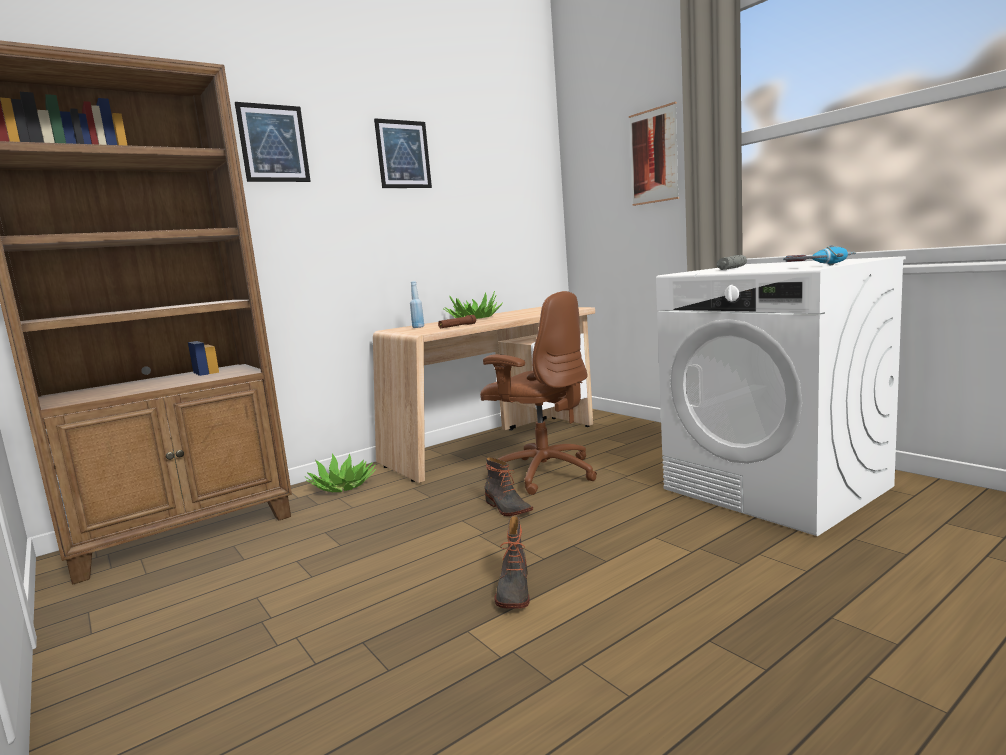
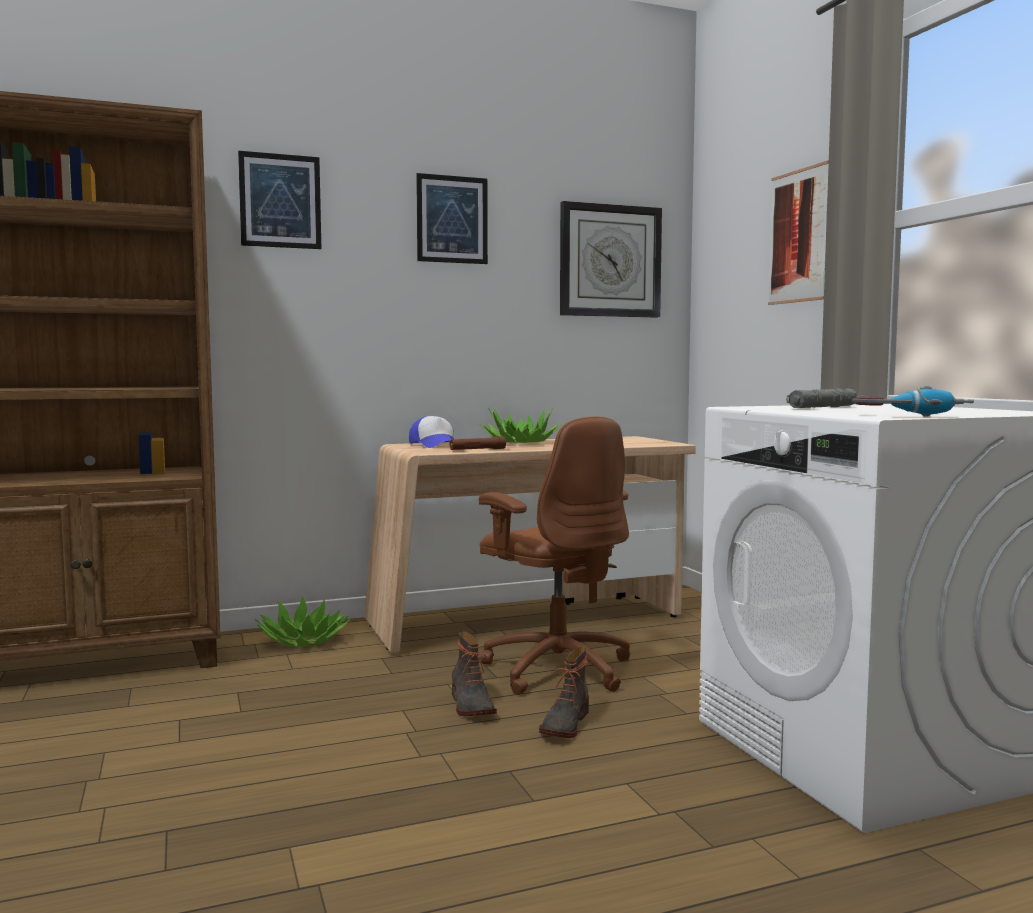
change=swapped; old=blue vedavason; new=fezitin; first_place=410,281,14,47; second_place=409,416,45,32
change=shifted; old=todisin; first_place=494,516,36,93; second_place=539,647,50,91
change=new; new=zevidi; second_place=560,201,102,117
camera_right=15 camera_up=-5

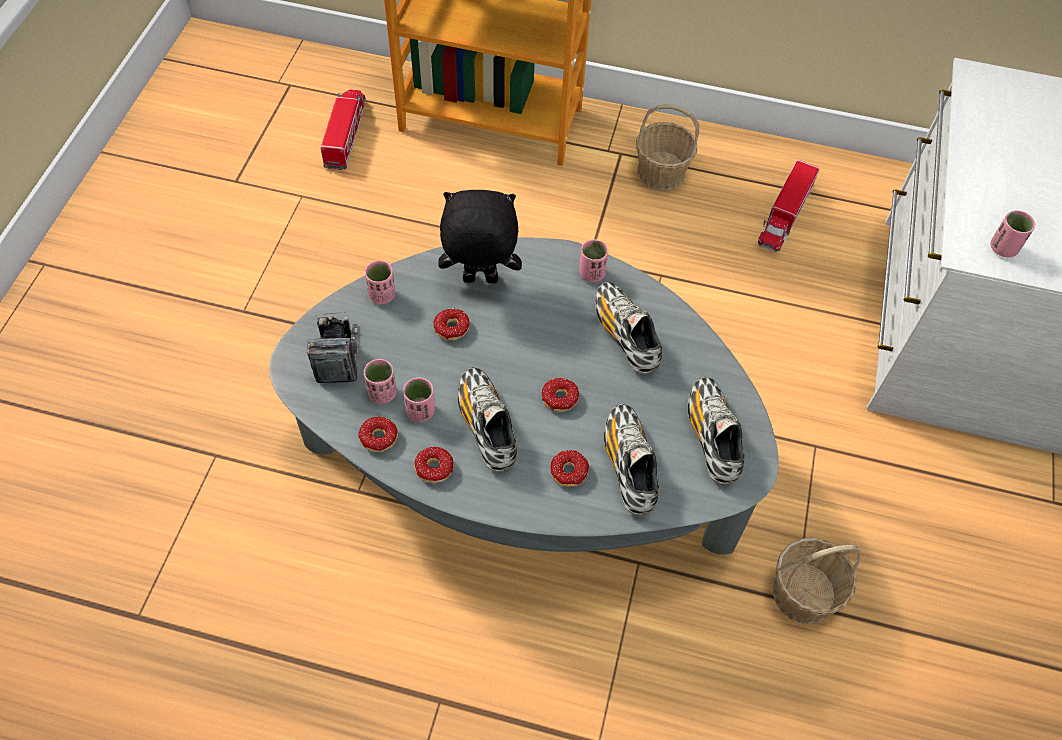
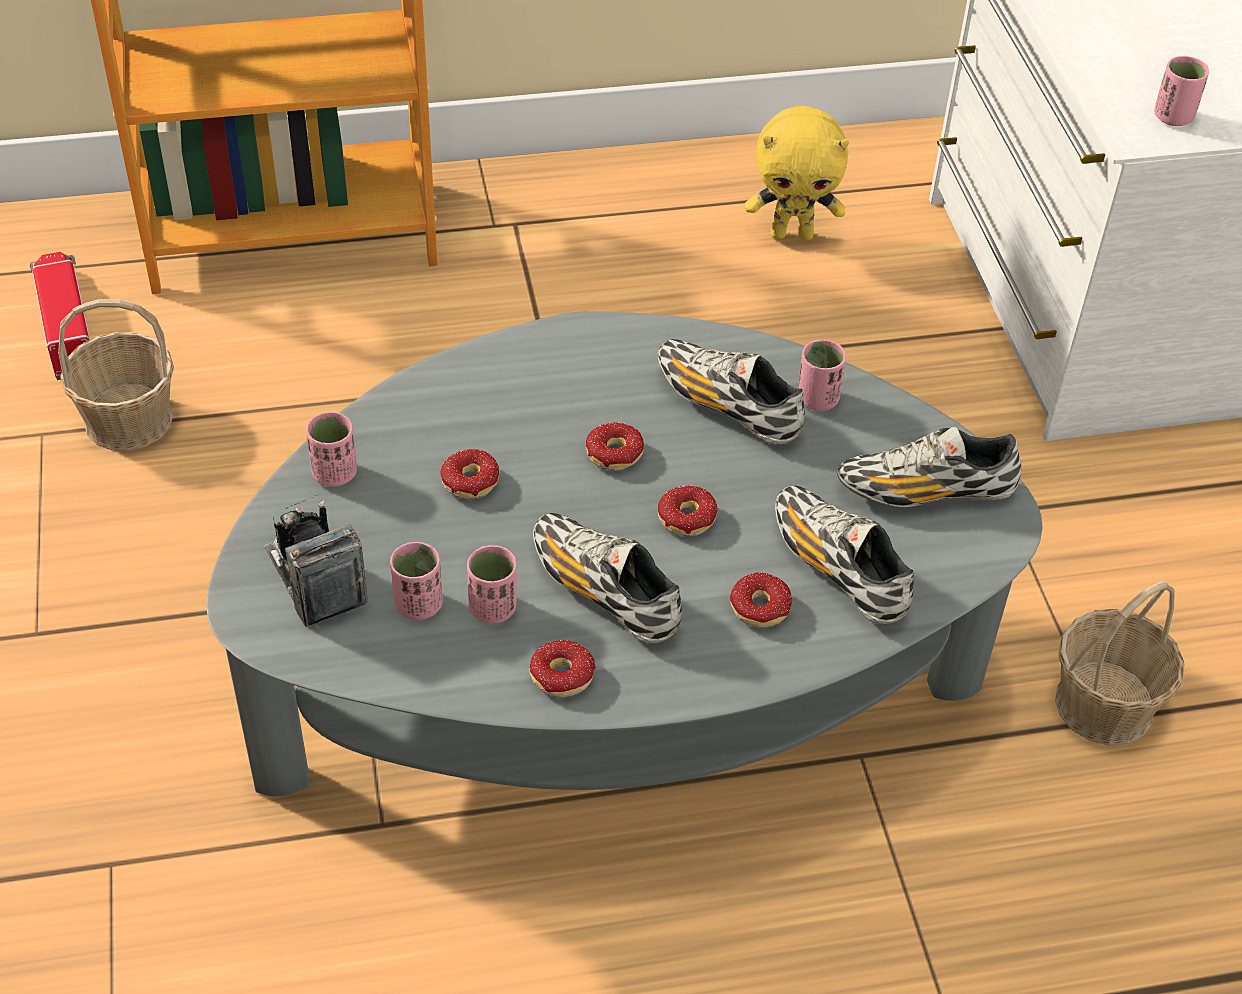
change=shifted; old=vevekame; first_place=358,417,40,35; second_place=586,422,77,49
change=gone; old=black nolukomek; first_place=438,190,84,93
change=shifted; old=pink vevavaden; first_place=579,239,29,43; second_place=798,340,48,71
change=shifted; old=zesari; first_place=636,104,63,87; second_place=58,299,116,152
change=rotated; old=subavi; first_place=687,377,58,107; second_place=837,427,185,80; degrees=-60
change=swapped; old=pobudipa; new=yellow nolukomek; first_place=758,160,61,92; second_place=745,106,104,134
camera_right=-25 camera_up=-10

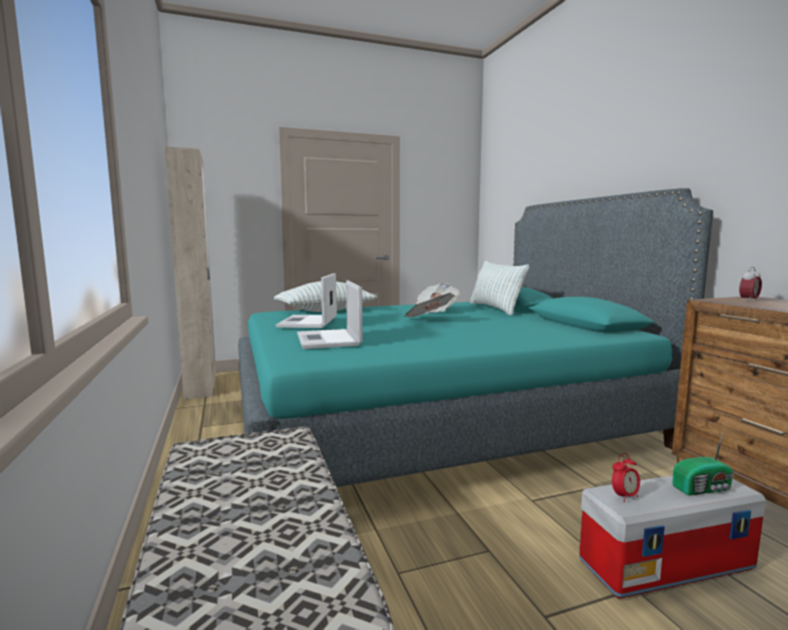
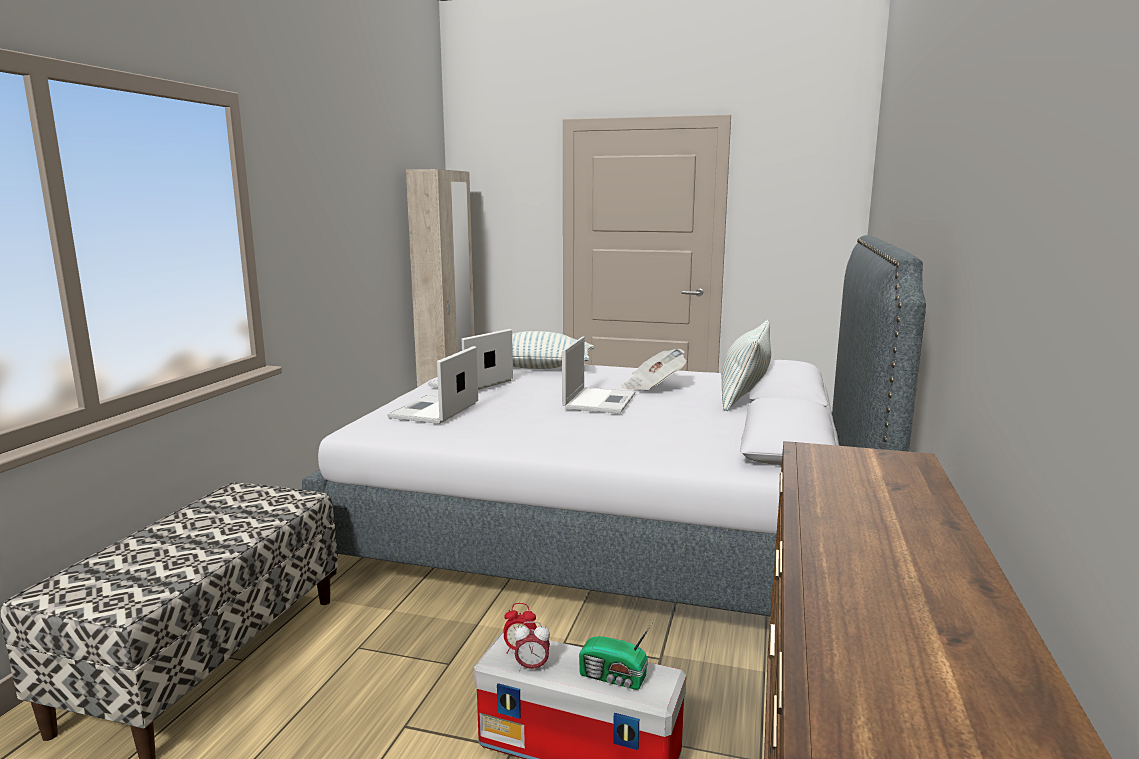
change=repainted; old=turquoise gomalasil; new=grey gomalasil; first_place=238,188,475,299; second_place=302,235,624,381
change=swapped; old=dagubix; new=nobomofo; first_place=403,293,52,24; second_place=562,337,73,77
change=shifted; old=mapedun; first_place=739,267,23,35; second_place=514,622,36,49
camera_right=35 camera_up=5

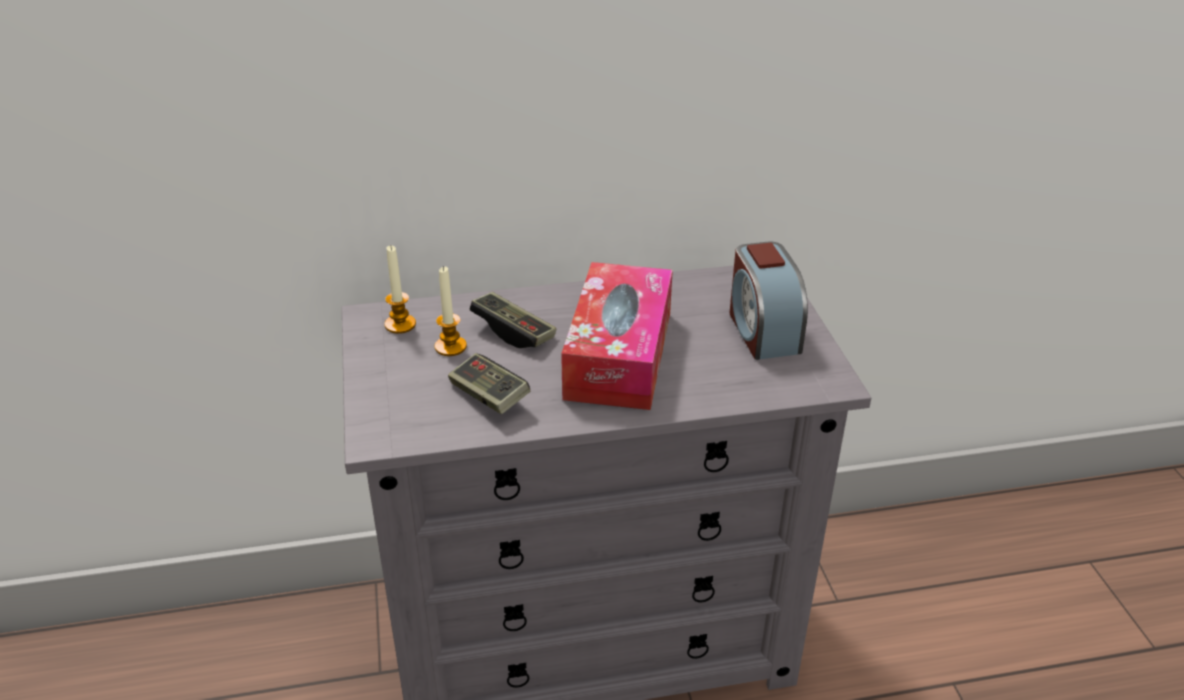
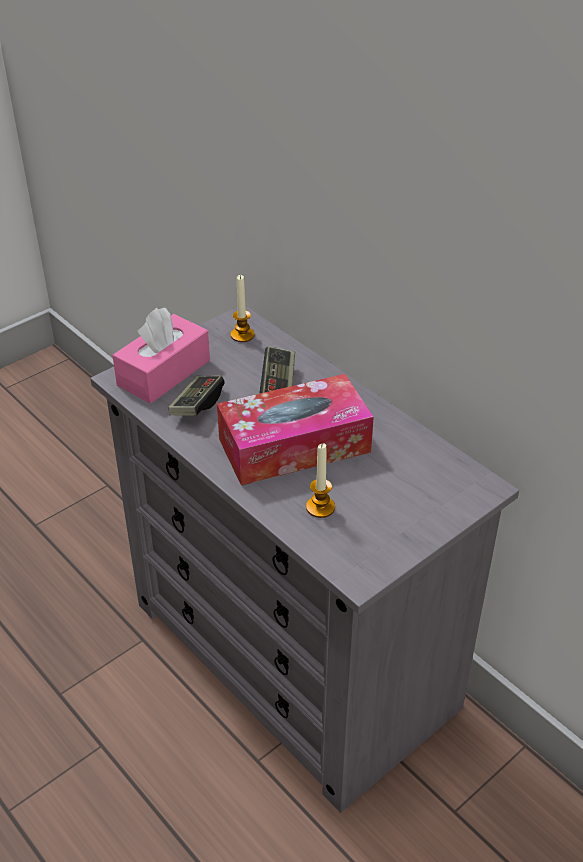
change=shifted; old=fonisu; first_place=435,266,32,90; second_place=306,443,29,75
change=gone; old=mapedun; first_place=730,242,78,118
change=new; new=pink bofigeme; second_place=112,308,98,96
camera_right=60 camera_up=5

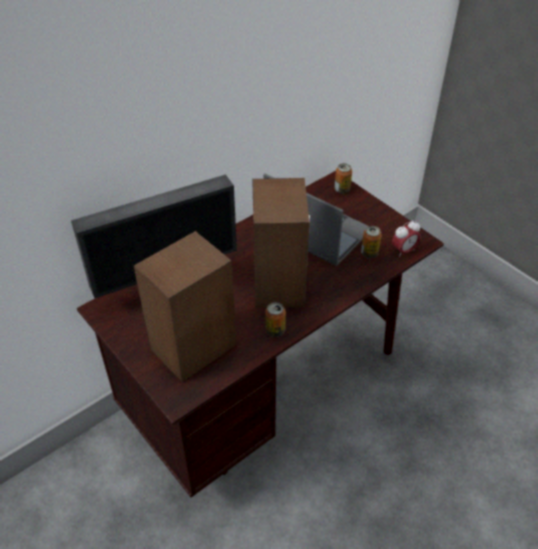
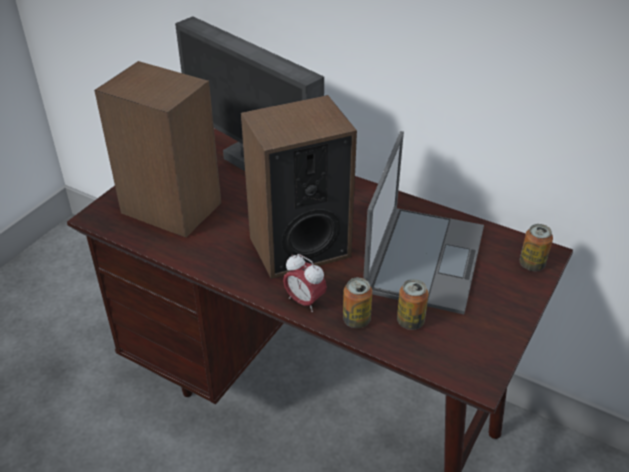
change=shifted; old=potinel; first_place=265,302,21,35; second_place=343,278,29,50
change=shifted; old=mapedun; first_place=392,220,28,37; second_place=283,254,44,58
camera_right=70 camera_up=-5

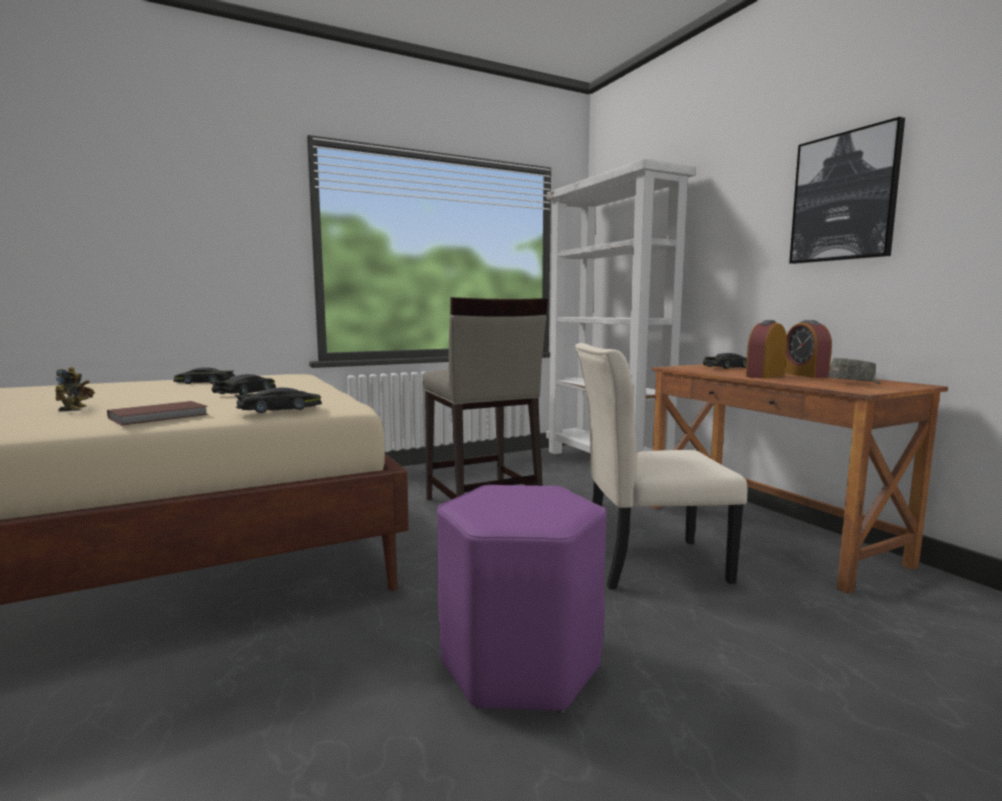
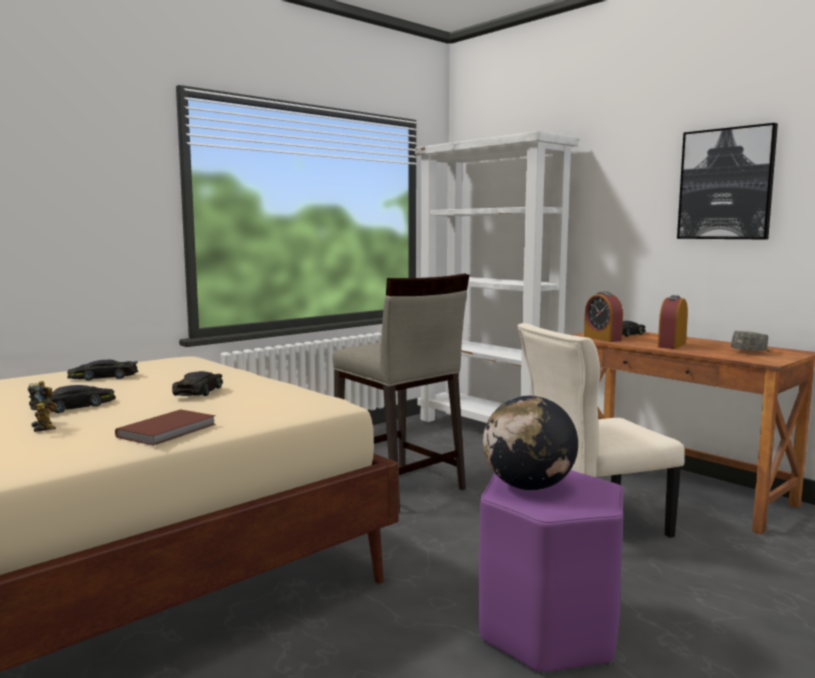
change=shifted; old=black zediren; first_place=235,388,87,25; second_place=29,385,87,28
change=shifted; old=mapedun; first_place=785,320,47,58; second_place=584,291,39,51
change=new; new=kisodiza; second_place=483,396,95,94
camera_right=-15 camera_up=0

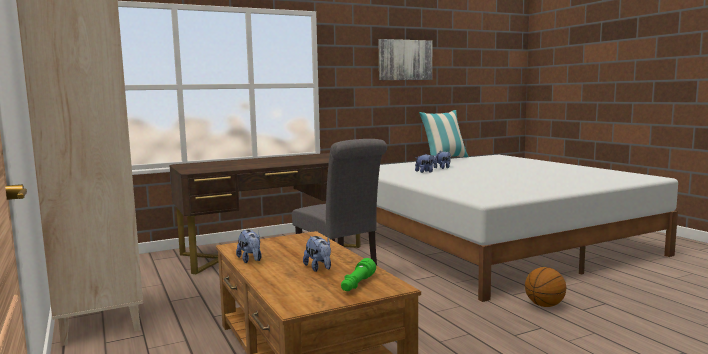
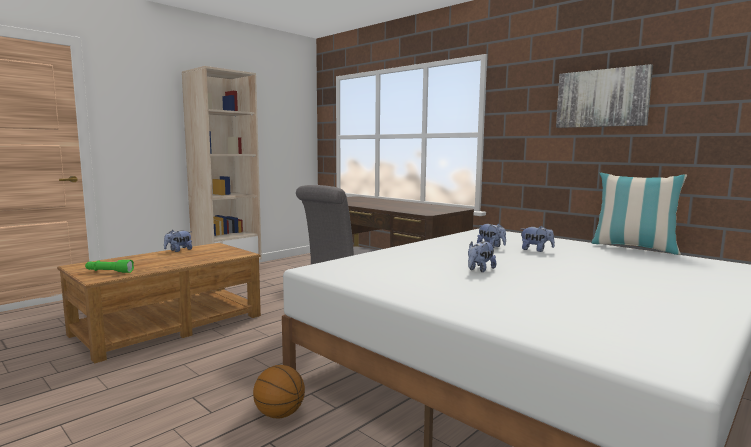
change=shifted; old=nolukomek; first_place=303,236,28,36; second_place=468,241,28,31
camera_right=70 camera_up=0

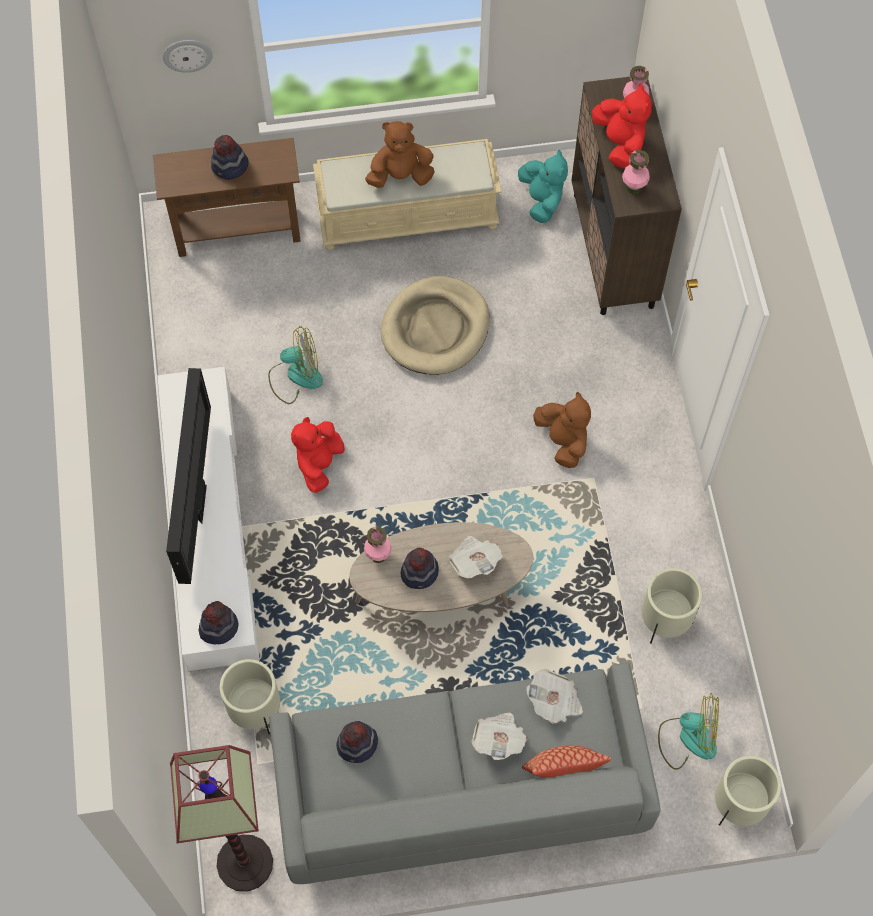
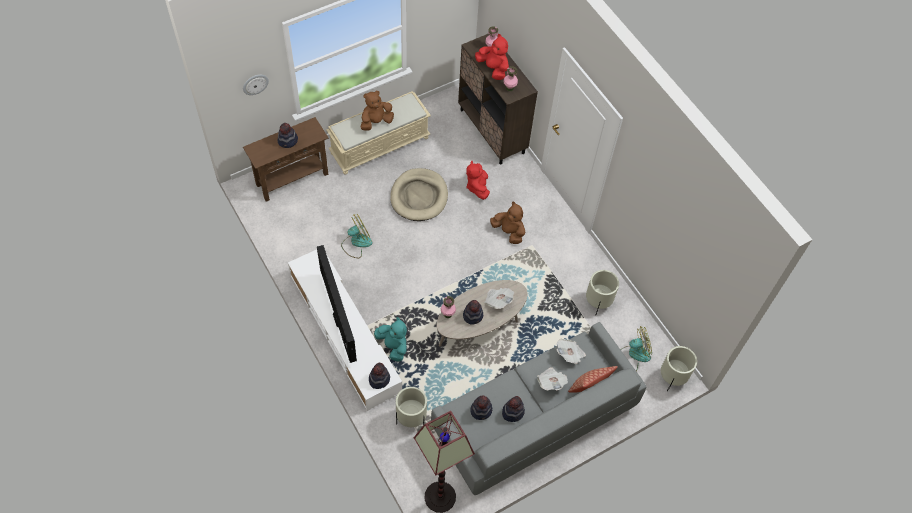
change=shifted; old=red nolukomek; first_place=291,417,54,76; second_place=466,161,24,39
change=shifted; old=turquoise nolukomek; first_place=518,150,50,73; second_place=374,317,33,44
change=new; new=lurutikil; second_place=502,396,23,26
camera_right=-25 camera_up=-5

